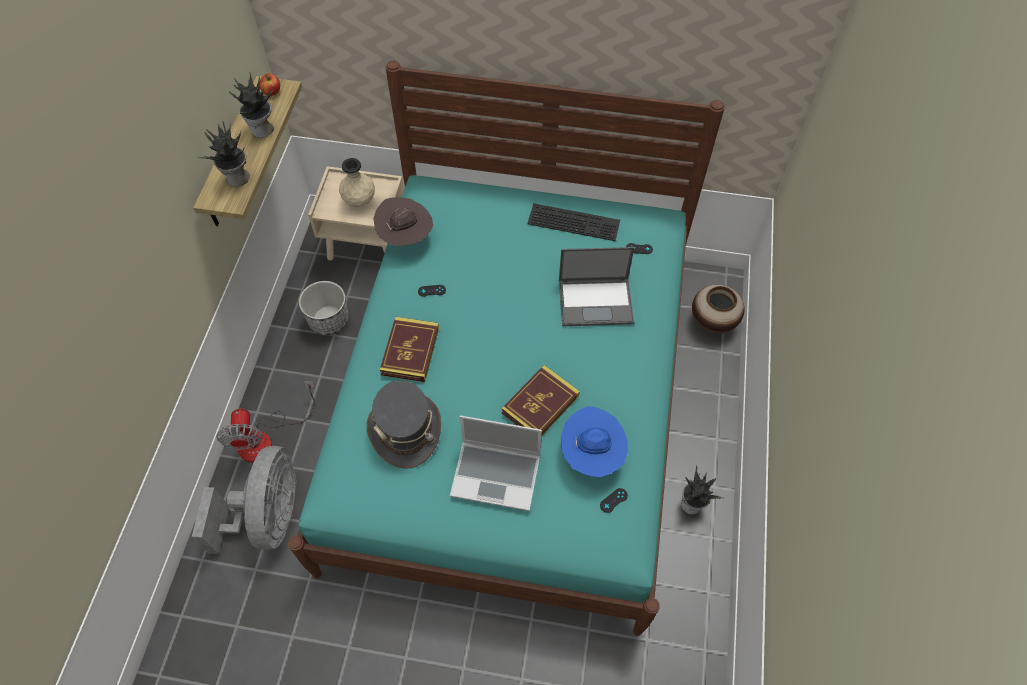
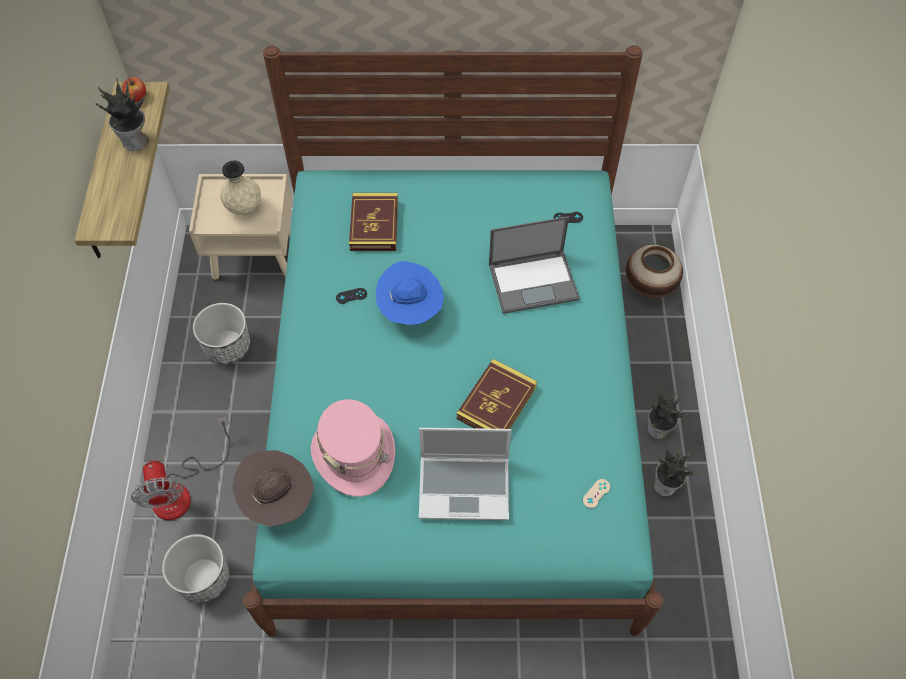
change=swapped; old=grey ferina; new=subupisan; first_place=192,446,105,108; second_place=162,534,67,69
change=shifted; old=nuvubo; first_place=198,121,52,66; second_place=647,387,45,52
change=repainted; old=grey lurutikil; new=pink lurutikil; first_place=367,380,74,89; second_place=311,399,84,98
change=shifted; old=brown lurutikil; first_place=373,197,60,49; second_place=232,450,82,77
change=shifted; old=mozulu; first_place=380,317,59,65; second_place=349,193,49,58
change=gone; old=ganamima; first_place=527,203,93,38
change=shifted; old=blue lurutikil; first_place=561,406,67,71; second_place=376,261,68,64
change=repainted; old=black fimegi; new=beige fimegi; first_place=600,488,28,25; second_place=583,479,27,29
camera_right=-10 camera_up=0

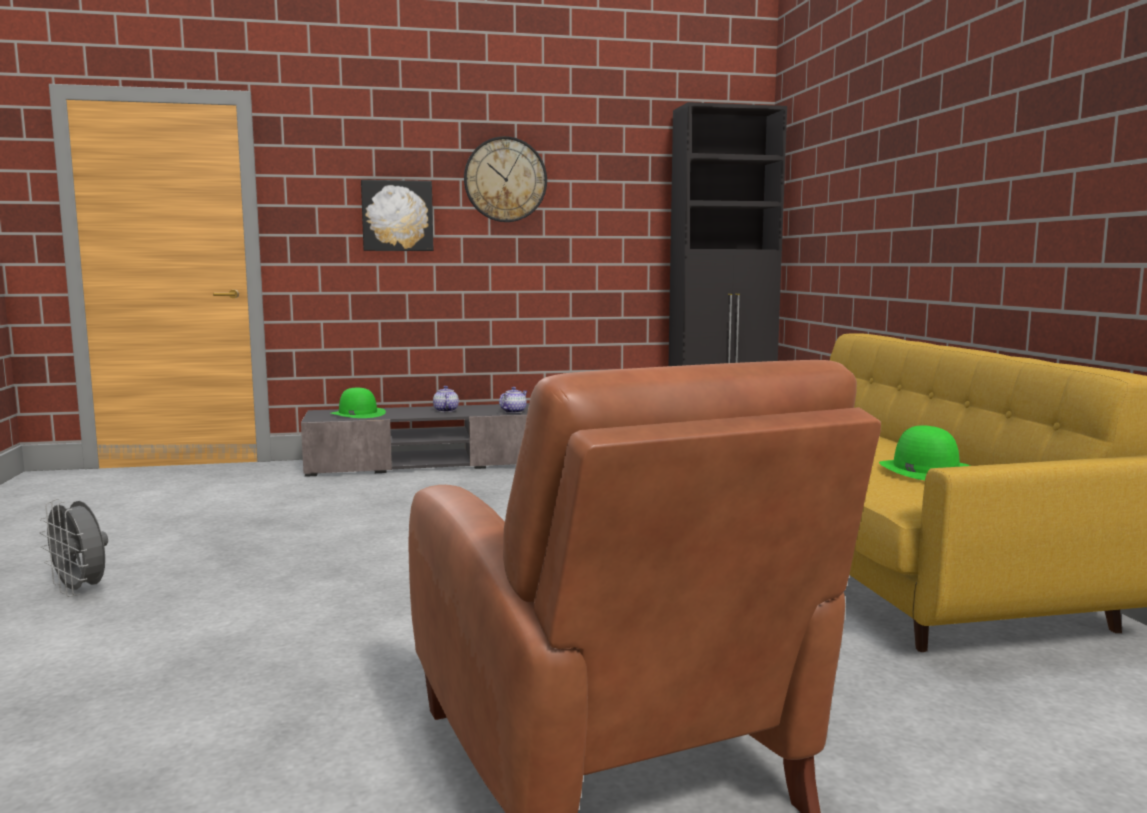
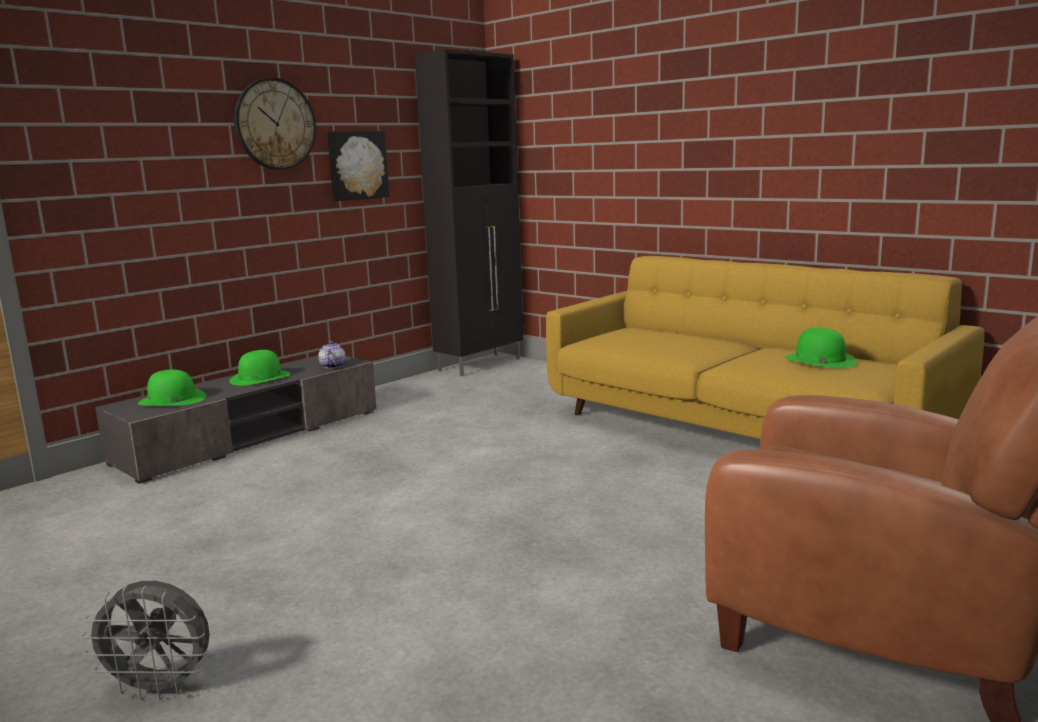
change=shifted; old=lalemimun; first_place=361,180,73,71; second_place=327,131,63,70
change=swapped; old=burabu; new=green lurutikil; first_place=433,386,26,26; second_place=229,350,62,36
camera_right=-35 camera_up=5

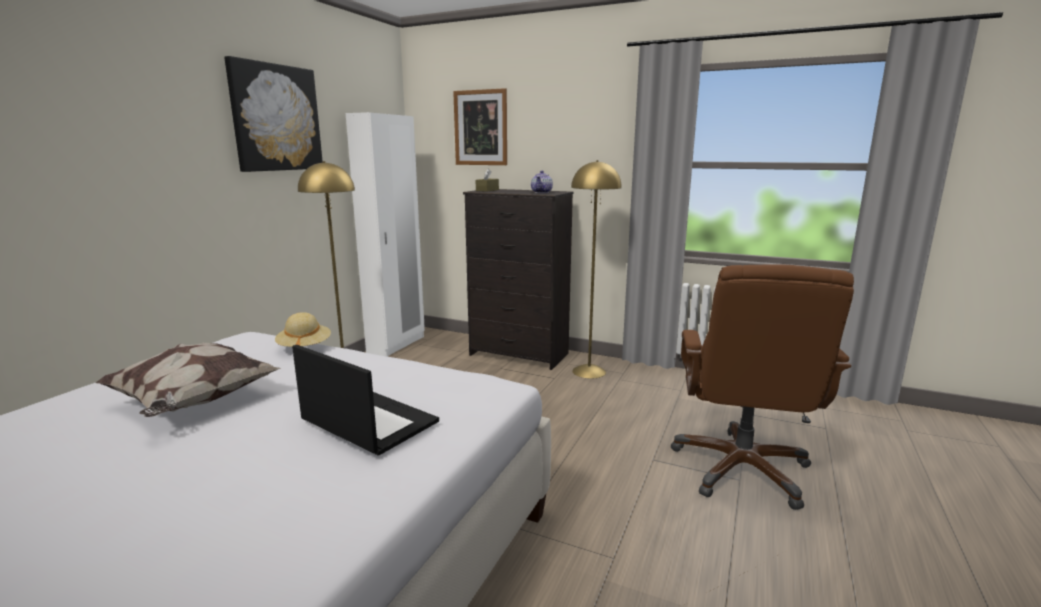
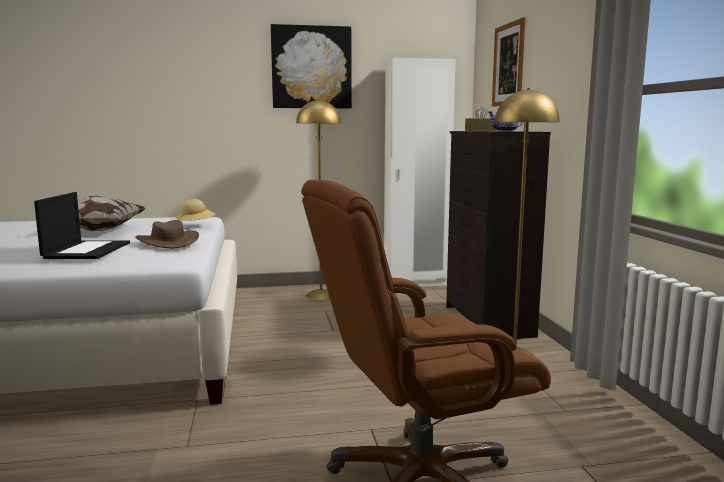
change=new; new=brown lurutikil; second_place=135,220,64,29
camera_right=55 camera_up=-5

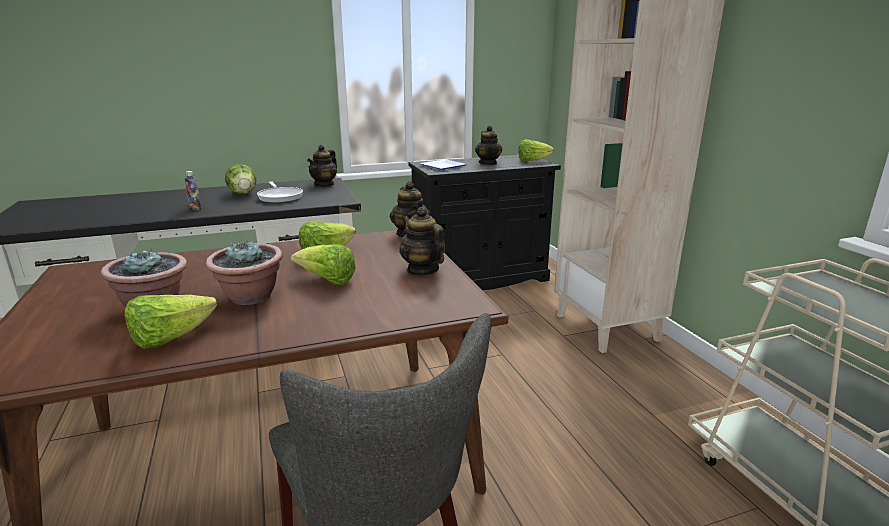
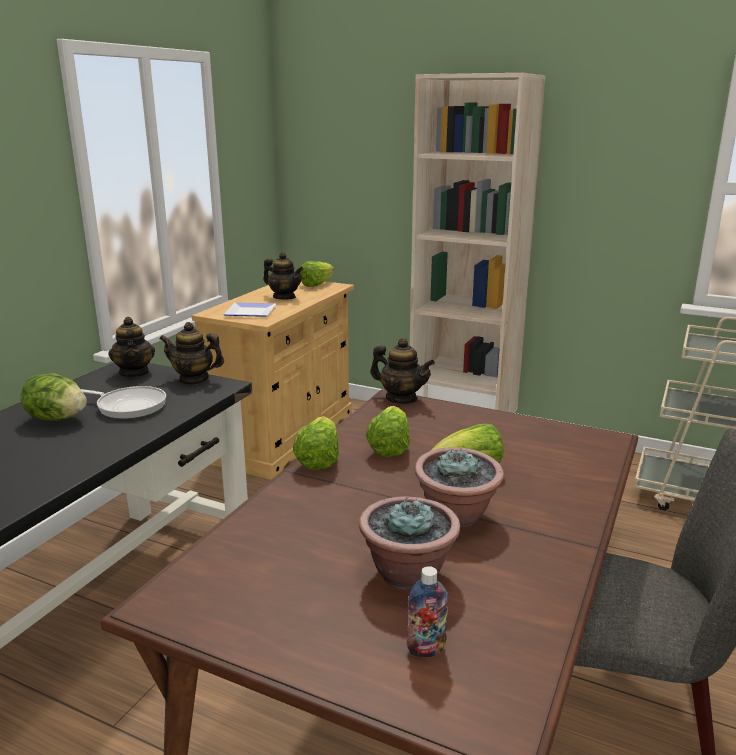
change=shifted; old=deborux; first_place=125,295,92,54; second_place=293,416,46,54
change=shifted; old=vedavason; first_place=184,171,17,39; second_place=407,566,41,91
change=shifted; old=burabu; first_place=399,207,46,69; second_place=160,322,64,63
change=repainted; old=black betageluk; new=beige betageluk; first_place=408,155,153,135; second_place=192,281,162,199
camera_right=-45 camera_up=0

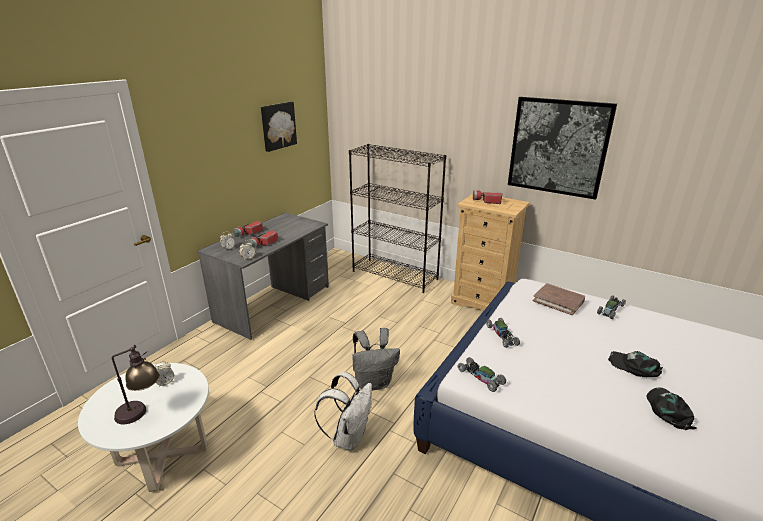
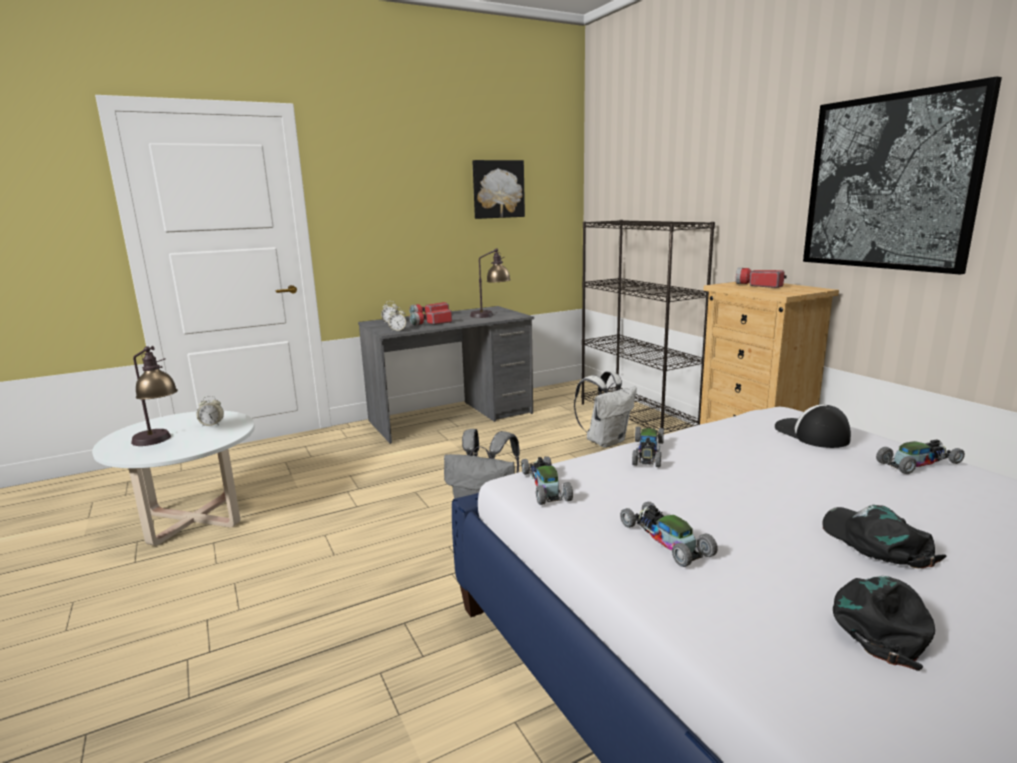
change=shifted; old=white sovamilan; first_place=314,372,58,79; second_place=574,371,63,77
change=swapped; old=brown mozulu; new=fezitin; first_place=533,283,52,32; second_place=775,405,76,43
change=new; new=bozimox; second_place=470,248,41,70
change=new; new=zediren; second_place=620,502,98,65
camera_right=30 camera_up=-10

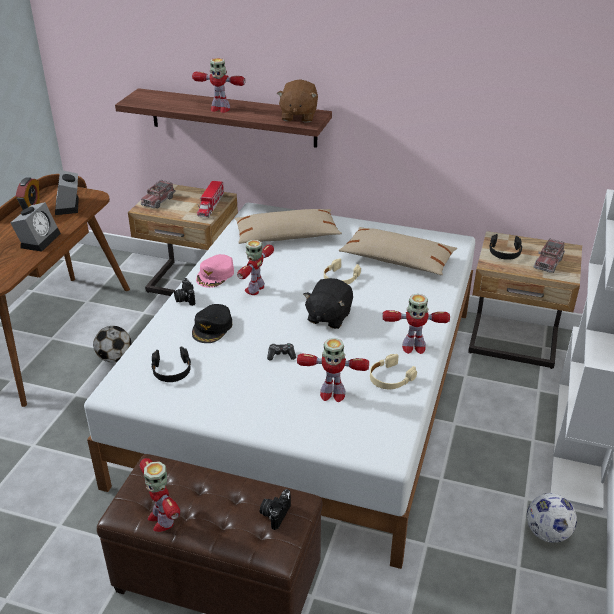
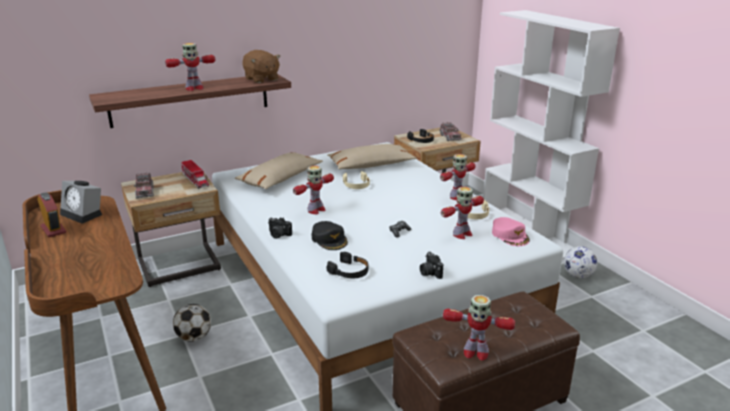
change=gone; old=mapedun; first_place=10,202,51,50
change=shifted; old=pink fezitin; first_place=196,254,38,34; second_place=492,217,38,29
change=rotated; old=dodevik; first_place=237,240,37,55; second_place=293,165,41,49; degrees=-120
change=shifted; old=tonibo; first_place=260,489,31,41; second_place=420,252,23,27
change=gone; old=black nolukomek; first_place=303,278,50,51
camera_right=-45 camera_up=-10

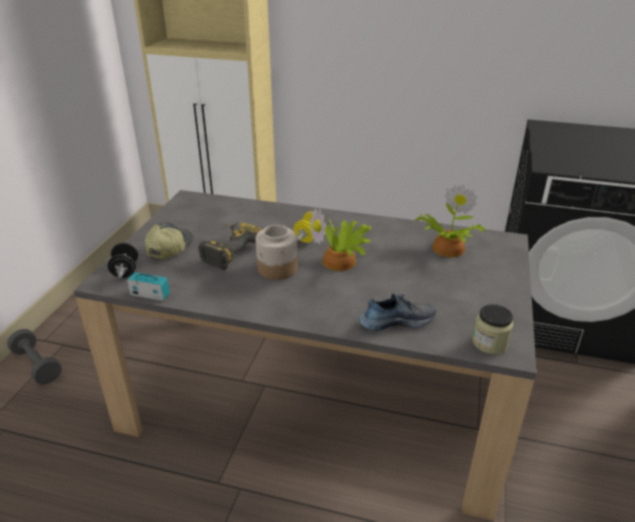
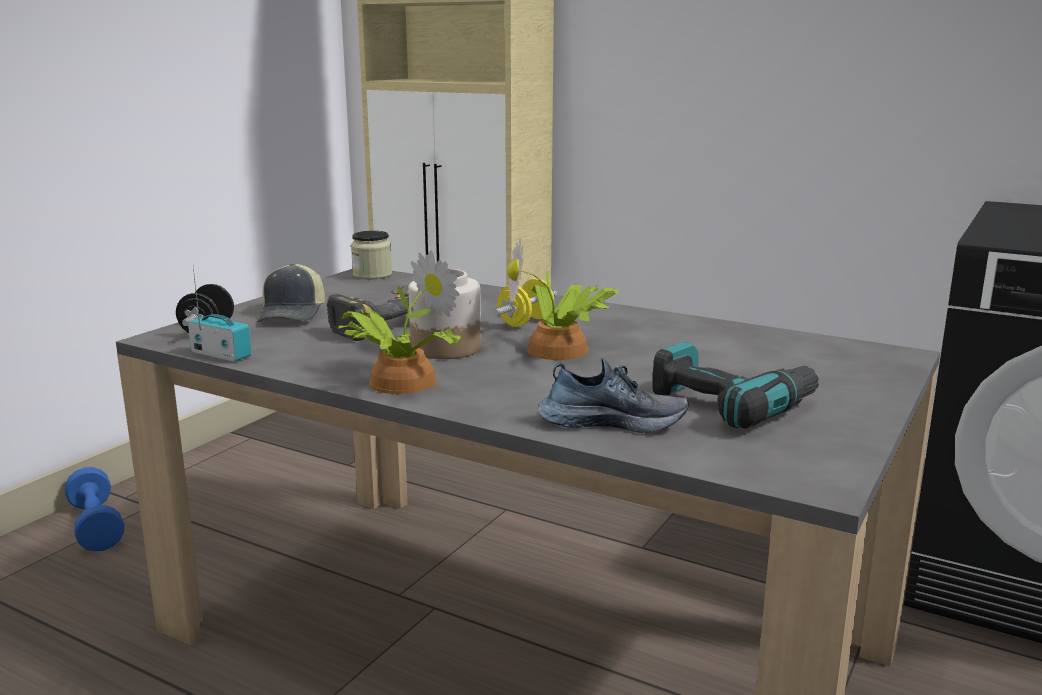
change=repainted; old=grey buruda; new=blue buruda; first_place=7,329,55,55; second_place=65,467,59,84
change=rotated; old=fezitin; first_place=145,222,48,37; second_place=257,263,68,59; degrees=150
change=shifted; old=nuvubo; first_place=414,184,71,73; second_place=338,250,123,144
change=shifted; old=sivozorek; first_place=472,304,41,50; second_place=351,230,41,50
change=new; new=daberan; second_place=652,342,167,87
camera_right=15 camera_up=-15

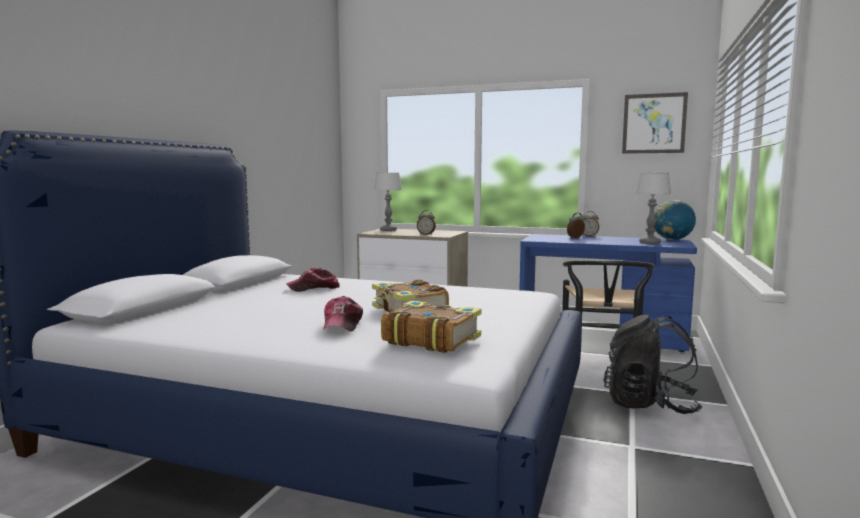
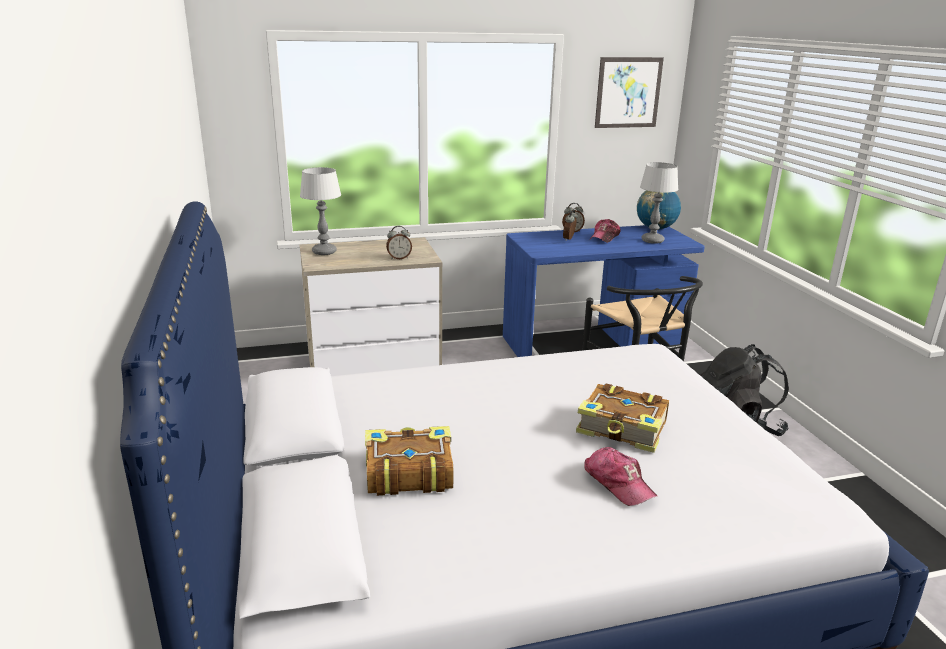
change=shifted; old=fezitin; first_place=286,268,54,24; second_place=590,219,31,24
change=shifted; old=mozulu; first_place=381,301,100,52; second_place=365,426,88,70
camera_right=-35 camera_up=15

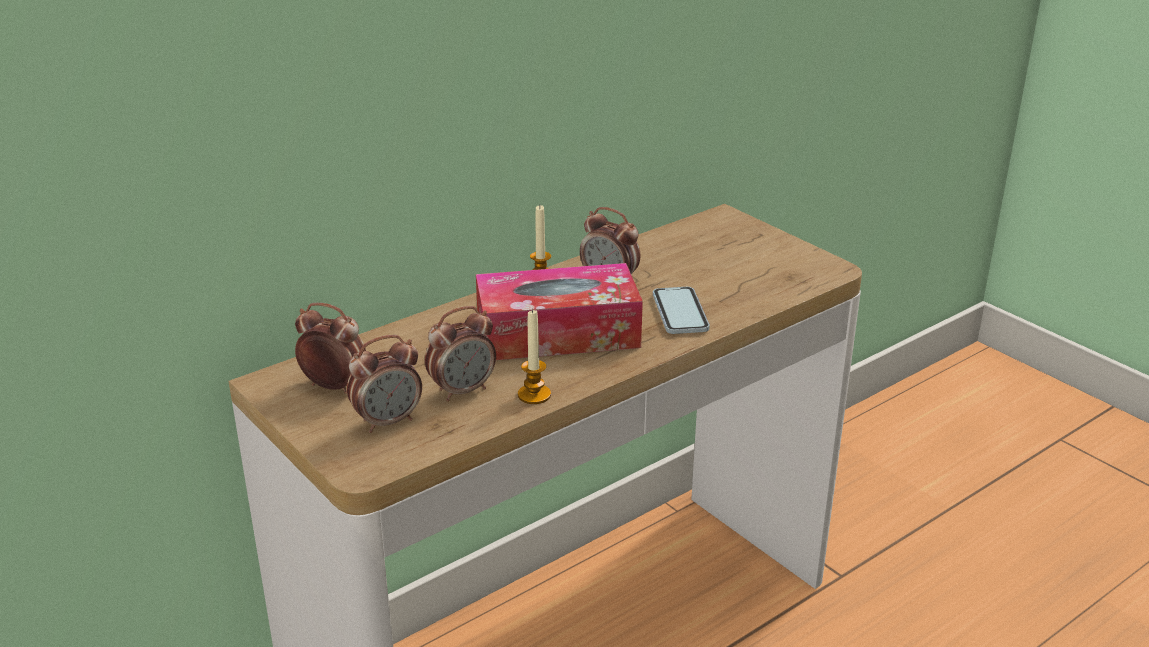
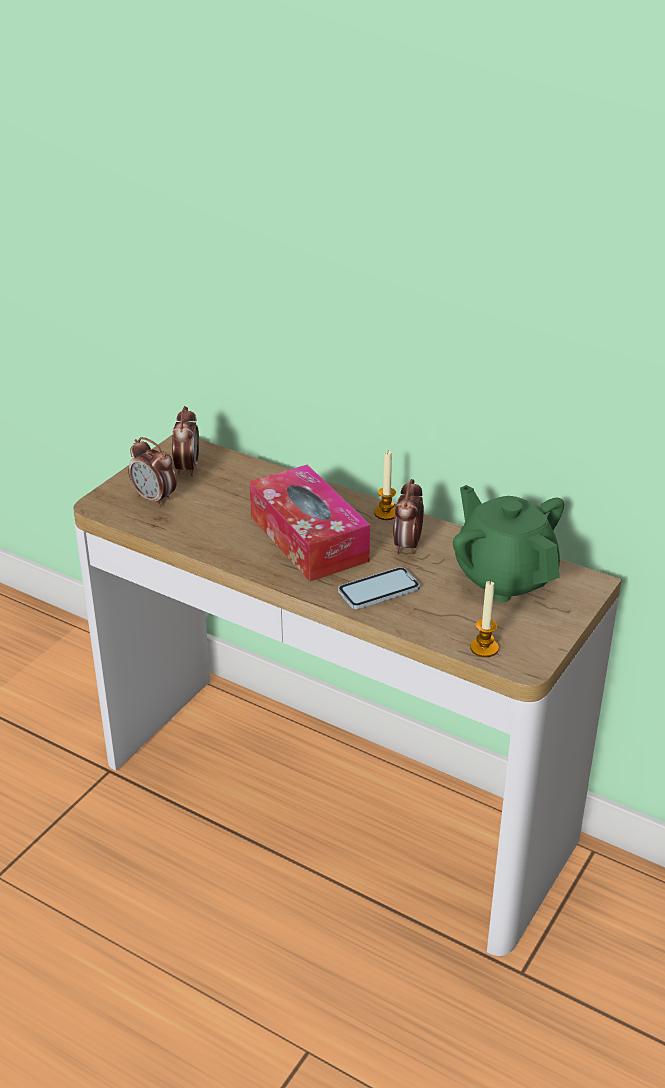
change=gone; old=mapedun; first_place=425,306,71,96
change=shifted; old=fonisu; first_place=518,309,33,95; second_place=470,580,29,77
change=new; new=green burabu; second_place=453,485,111,118
camera_right=70 camera_up=5

